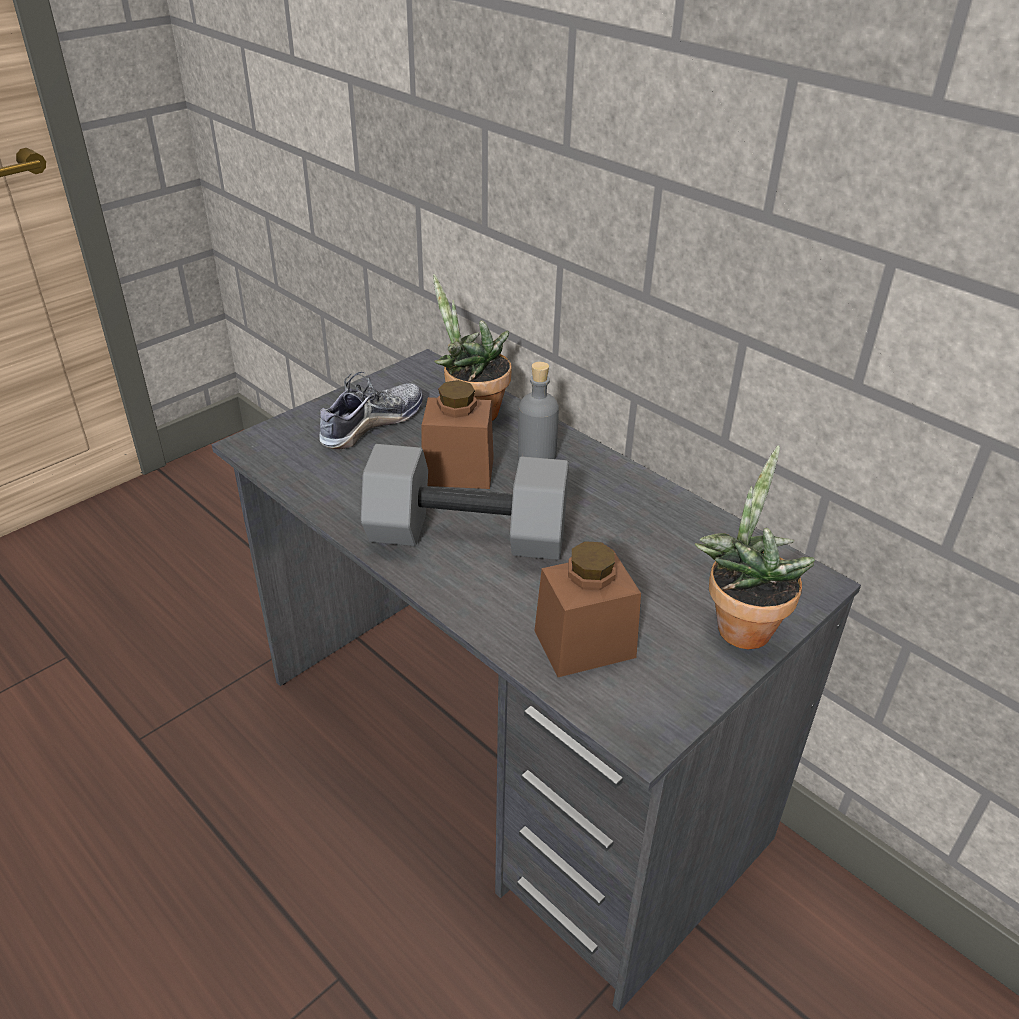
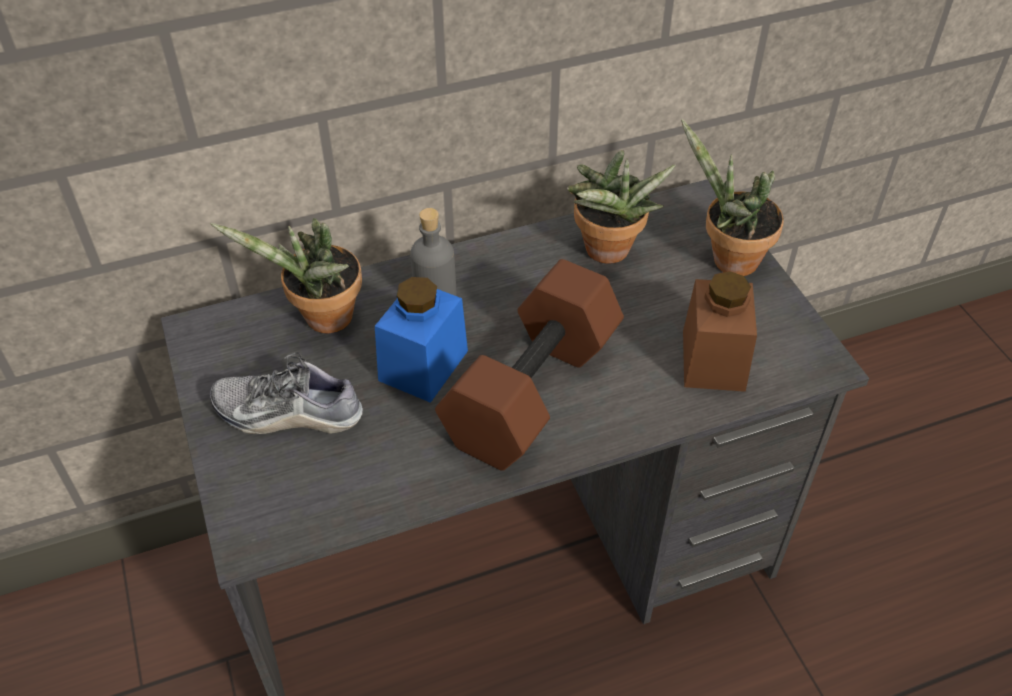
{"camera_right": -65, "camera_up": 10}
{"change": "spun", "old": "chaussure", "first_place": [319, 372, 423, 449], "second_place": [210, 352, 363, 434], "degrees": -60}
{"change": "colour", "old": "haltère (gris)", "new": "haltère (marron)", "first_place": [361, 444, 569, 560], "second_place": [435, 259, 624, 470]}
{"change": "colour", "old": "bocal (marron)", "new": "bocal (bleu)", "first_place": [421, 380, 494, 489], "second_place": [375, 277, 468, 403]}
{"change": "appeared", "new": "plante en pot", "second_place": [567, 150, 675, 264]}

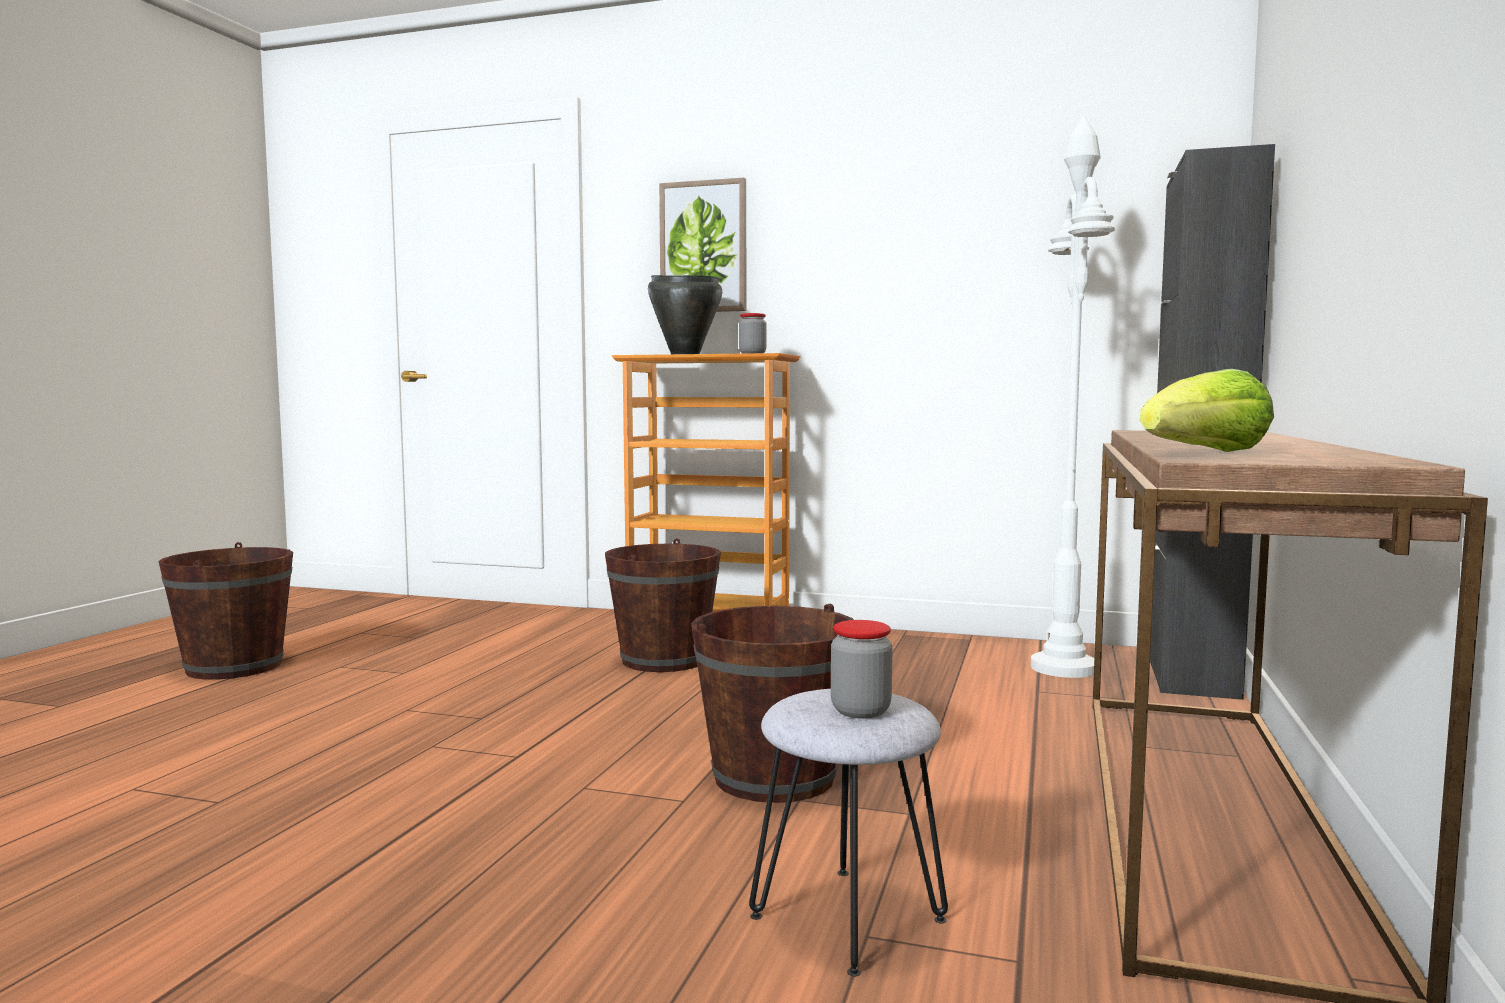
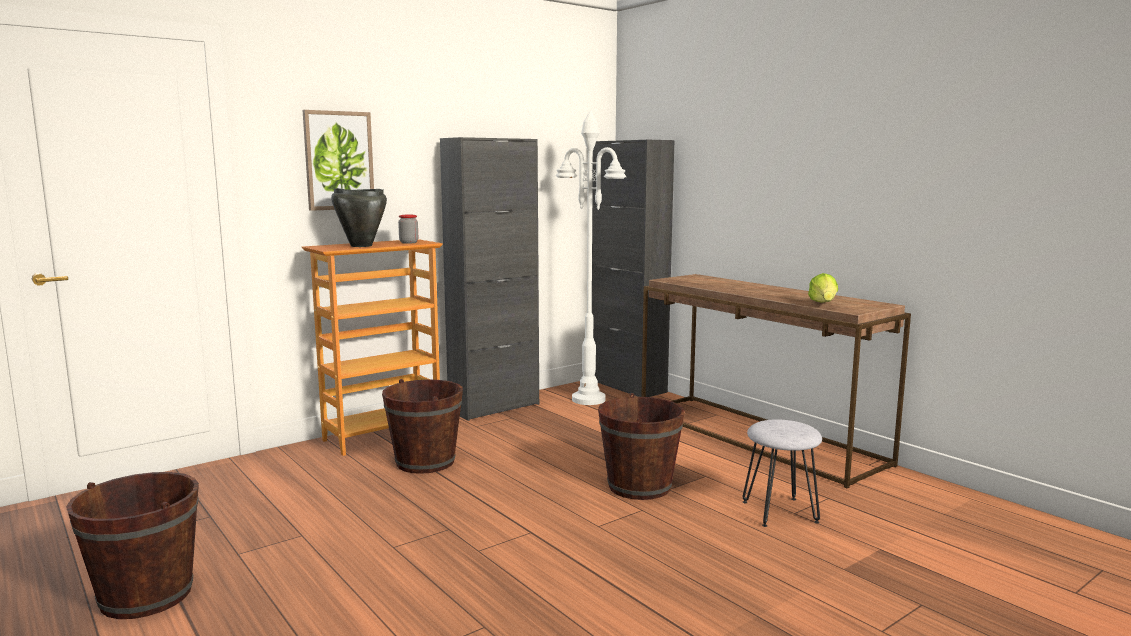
{"camera_right": -55, "camera_up": 5}
{"change": "missing", "old": "bocal", "first_place": [831, 620, 893, 719]}
{"change": "appeared", "new": "meuble de rangement (noir)", "second_place": [440, 137, 539, 421]}

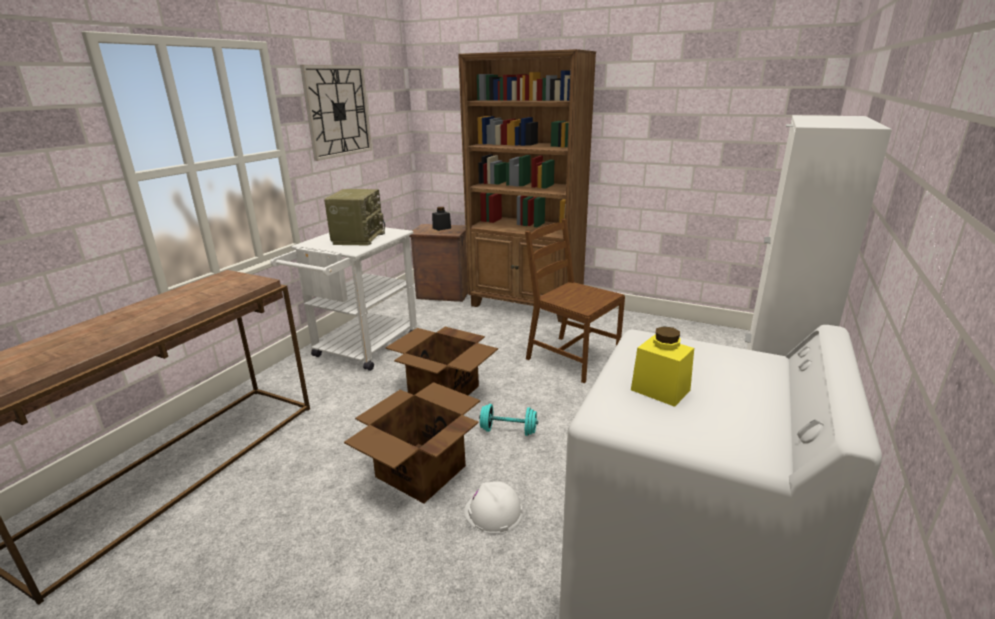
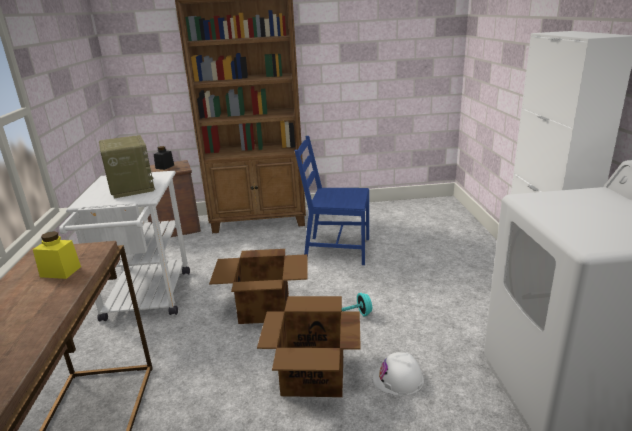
{"camera_right": -30, "camera_up": 0}
{"change": "missing", "old": "horloge murale", "first_place": [300, 65, 372, 161]}
{"change": "colour", "old": "chaise (marron)", "new": "chaise (bleu)", "first_place": [525, 219, 625, 383], "second_place": [295, 136, 369, 265]}
{"change": "relocated", "old": "bocal (jaune)", "first_place": [631, 326, 694, 407], "second_place": [33, 231, 81, 279]}

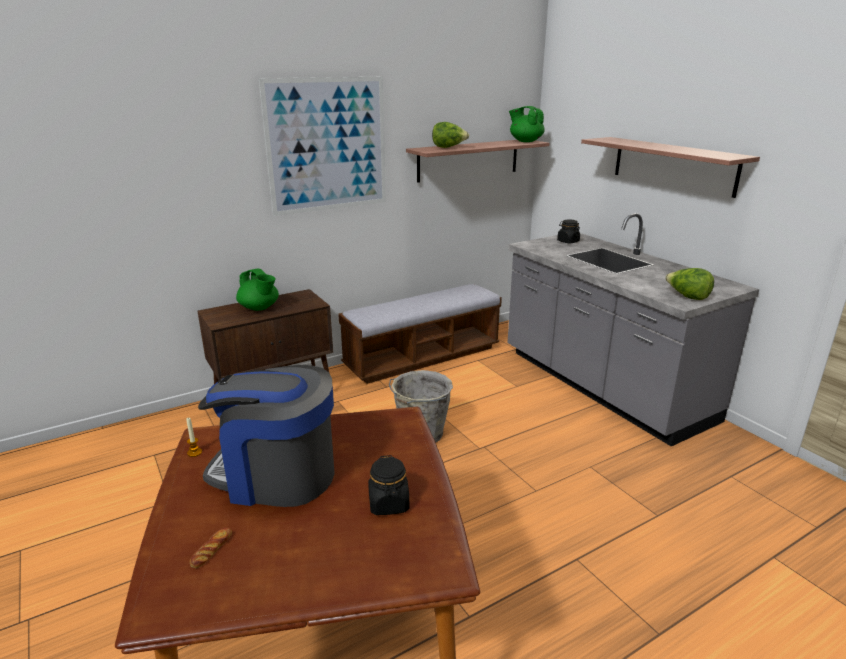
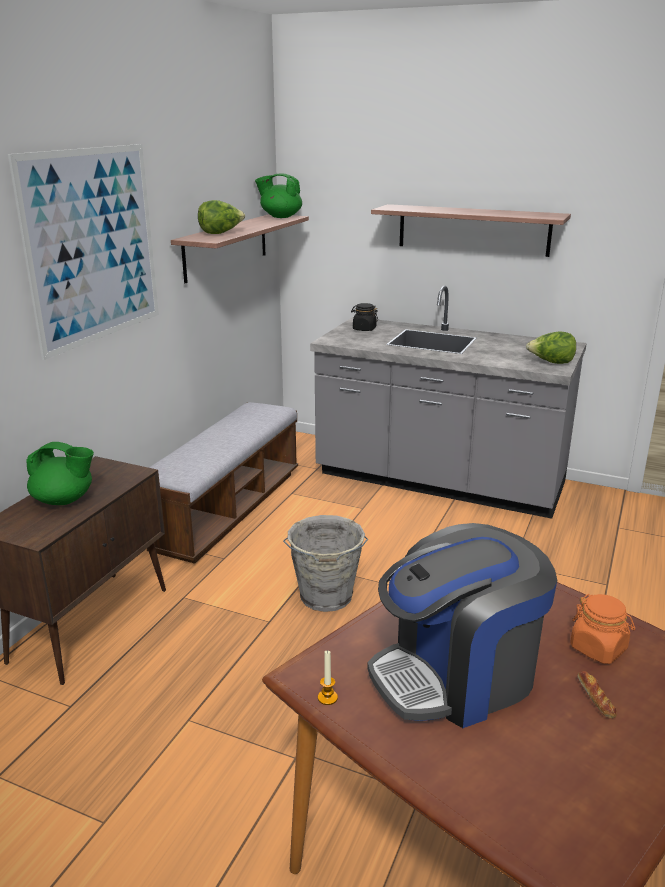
{"camera_right": -35, "camera_up": 0}
{"change": "relocated", "old": "pain", "first_place": [189, 527, 232, 568], "second_place": [578, 671, 617, 718]}
{"change": "colour", "old": "bocal (noir)", "new": "bocal (orange)", "first_place": [368, 455, 409, 515], "second_place": [570, 594, 635, 664]}

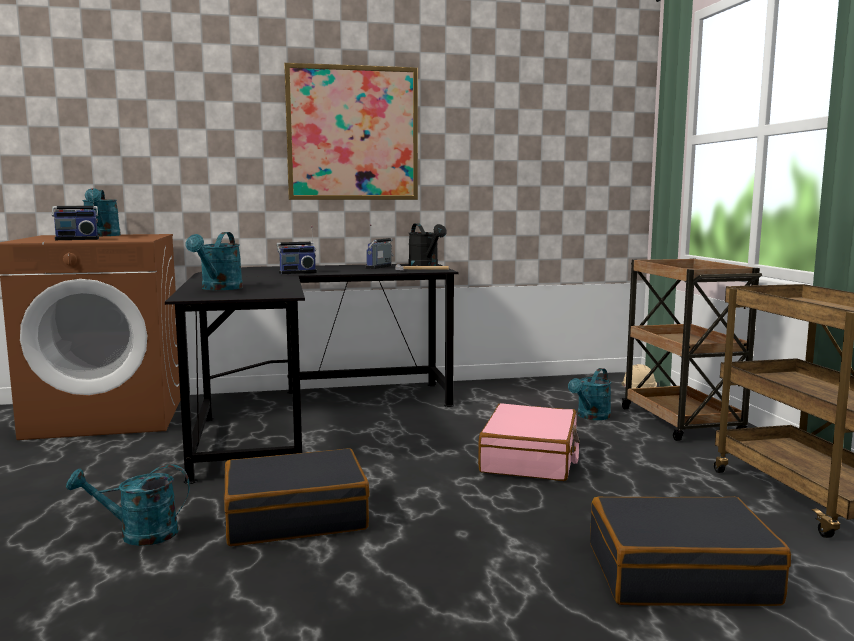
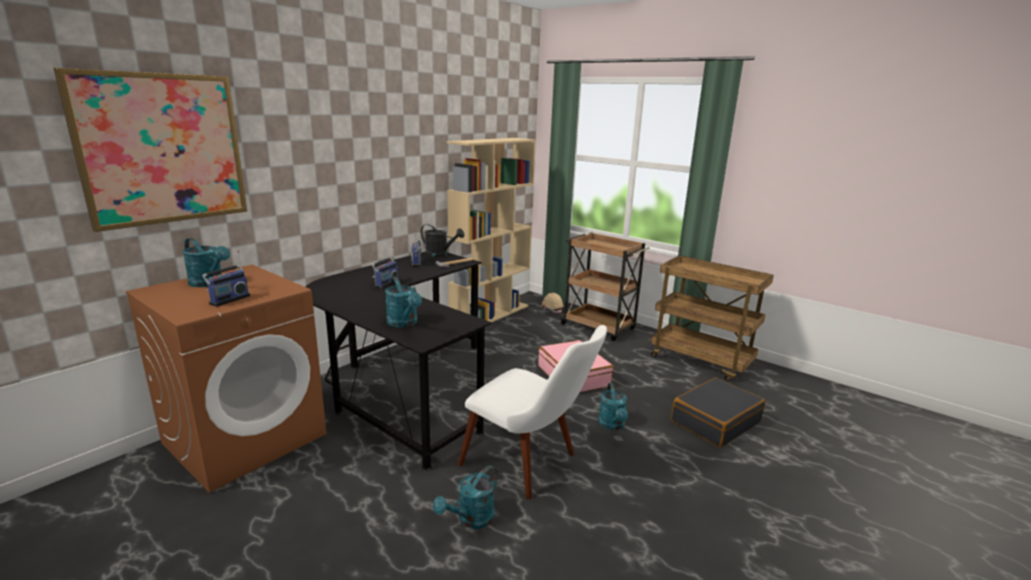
{"camera_right": -40, "camera_up": 10}
{"change": "exchanged", "old": "valise (noir)", "new": "chaise (blanc)", "first_place": [224, 448, 370, 546], "second_place": [458, 325, 607, 499]}
{"change": "relocated", "old": "tableau", "first_place": [284, 62, 418, 200], "second_place": [54, 68, 247, 232]}
{"change": "relocated", "old": "arrosoir (turquoise)", "first_place": [568, 368, 612, 420], "second_place": [598, 383, 628, 431]}
{"change": "appeared", "new": "bibliothèque (beige)", "second_place": [447, 138, 536, 323]}

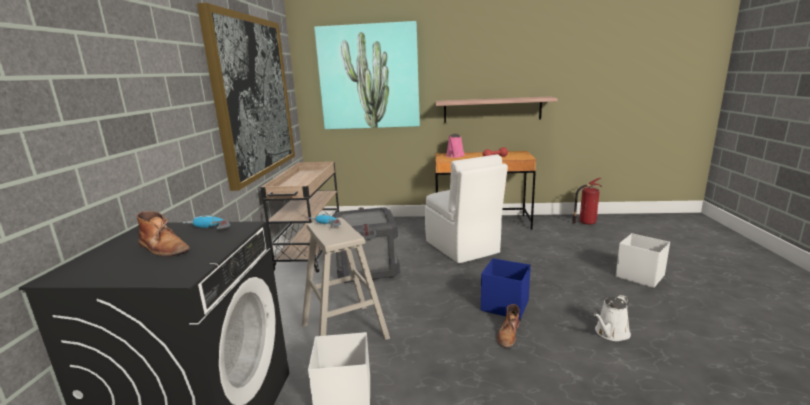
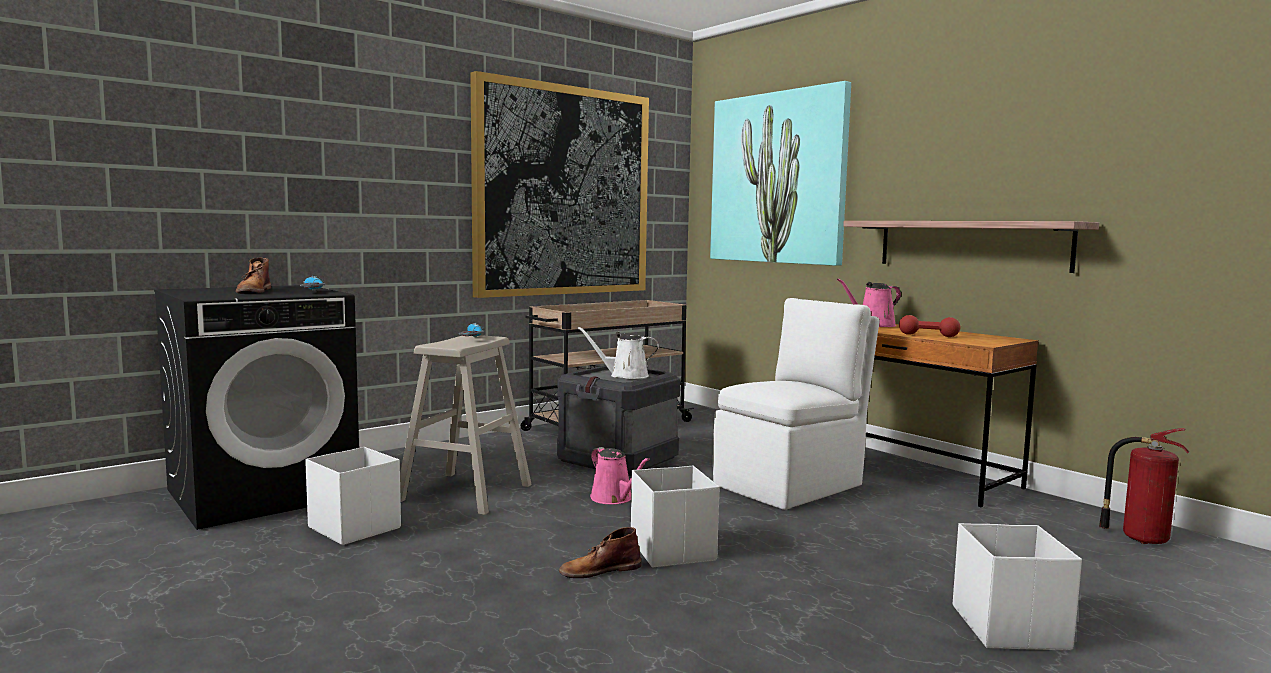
{"camera_right": 45, "camera_up": -10}
{"change": "spun", "old": "chaise (blanc)", "first_place": [425, 154, 508, 263], "second_place": [713, 298, 879, 510], "degrees": -150}
{"change": "colour", "old": "boîte de rangement (bleu)", "new": "boîte de rangement (blanc)", "first_place": [481, 258, 531, 320], "second_place": [631, 466, 719, 567]}
{"change": "relocated", "old": "arrosoir (blanc)", "first_place": [594, 295, 631, 341], "second_place": [577, 327, 659, 379]}
{"change": "appeared", "new": "arrosoir (rose)", "second_place": [590, 447, 650, 505]}

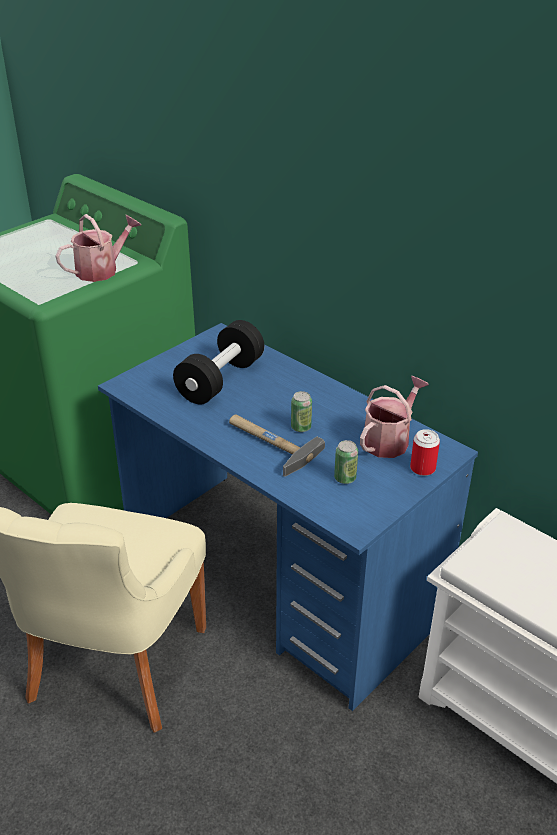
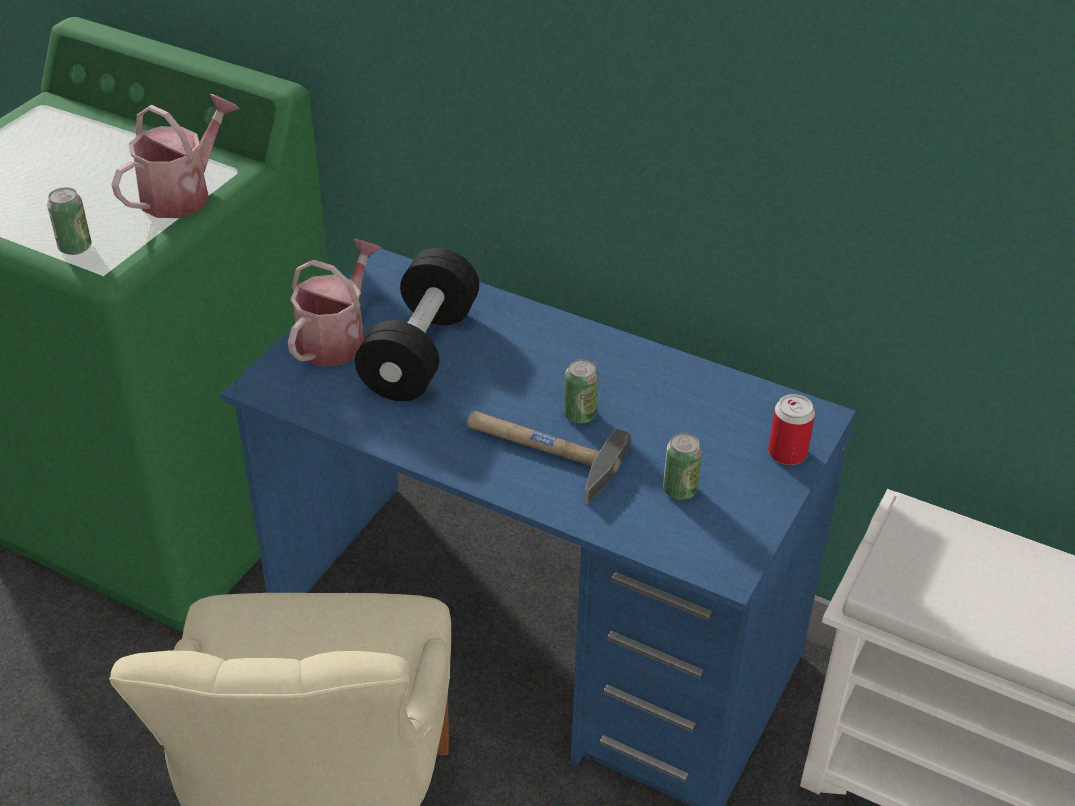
{"camera_right": -15, "camera_up": 5}
{"change": "relocated", "old": "arrosoir", "first_place": [360, 376, 429, 458], "second_place": [288, 238, 381, 367]}
{"change": "appeared", "new": "boîte métallique", "second_place": [47, 187, 92, 255]}

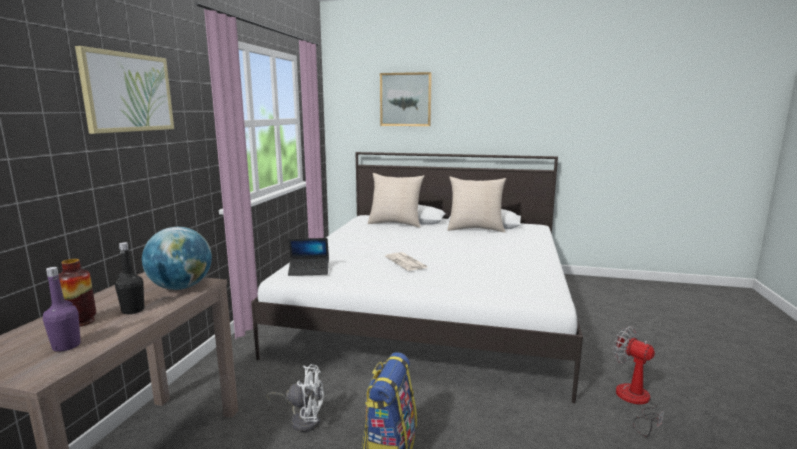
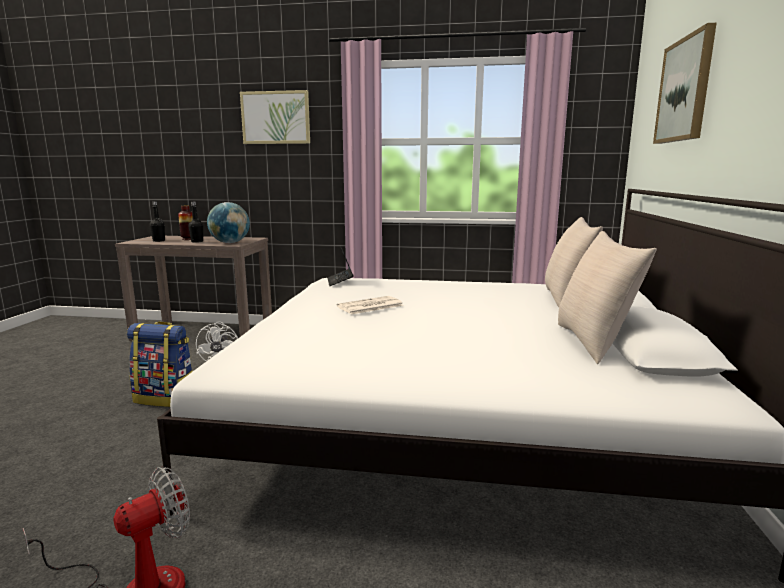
{"camera_right": 85, "camera_up": 0}
{"change": "colour", "old": "bouteille (violet)", "new": "bouteille (noir)", "first_place": [43, 267, 81, 352], "second_place": [150, 201, 165, 242]}

